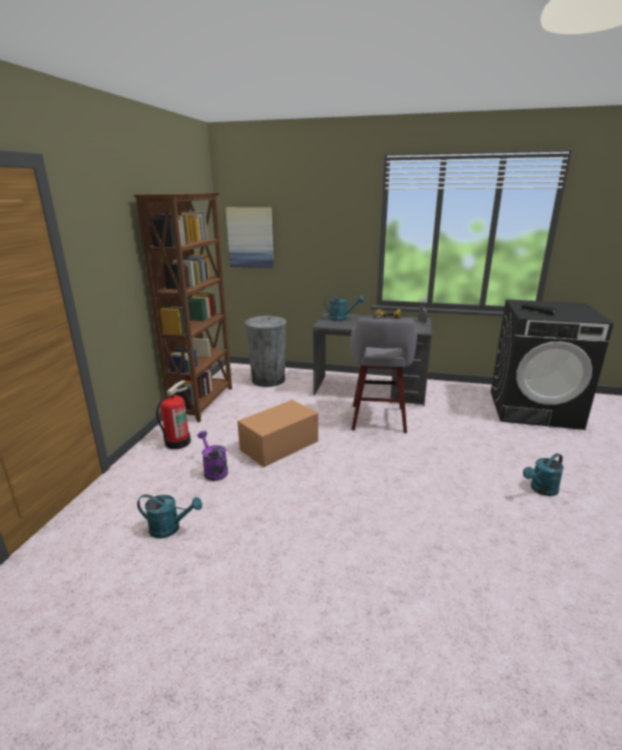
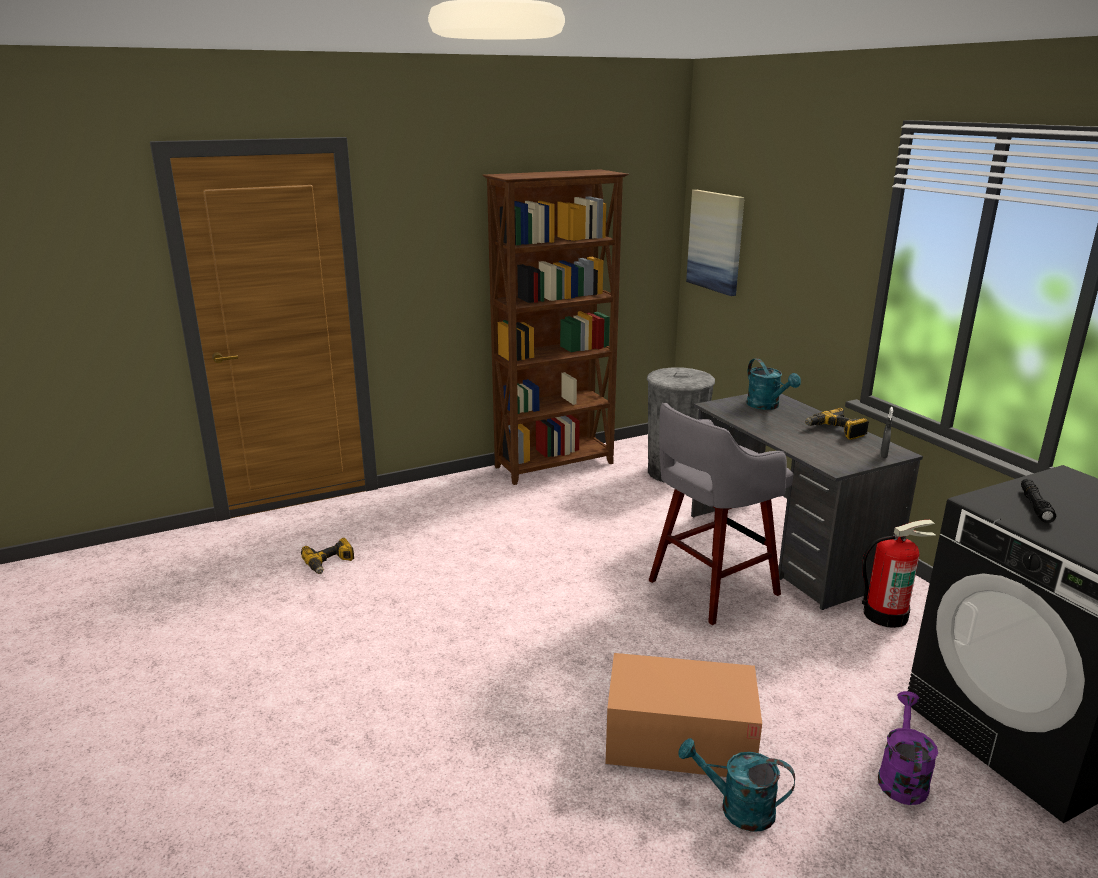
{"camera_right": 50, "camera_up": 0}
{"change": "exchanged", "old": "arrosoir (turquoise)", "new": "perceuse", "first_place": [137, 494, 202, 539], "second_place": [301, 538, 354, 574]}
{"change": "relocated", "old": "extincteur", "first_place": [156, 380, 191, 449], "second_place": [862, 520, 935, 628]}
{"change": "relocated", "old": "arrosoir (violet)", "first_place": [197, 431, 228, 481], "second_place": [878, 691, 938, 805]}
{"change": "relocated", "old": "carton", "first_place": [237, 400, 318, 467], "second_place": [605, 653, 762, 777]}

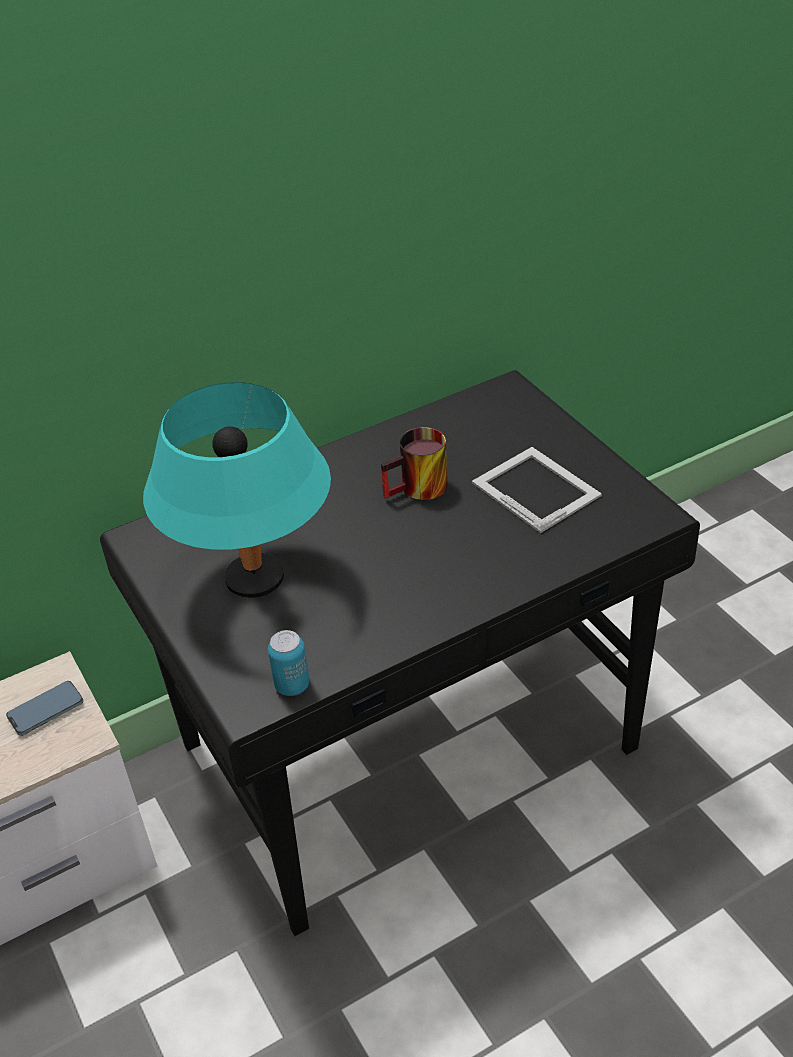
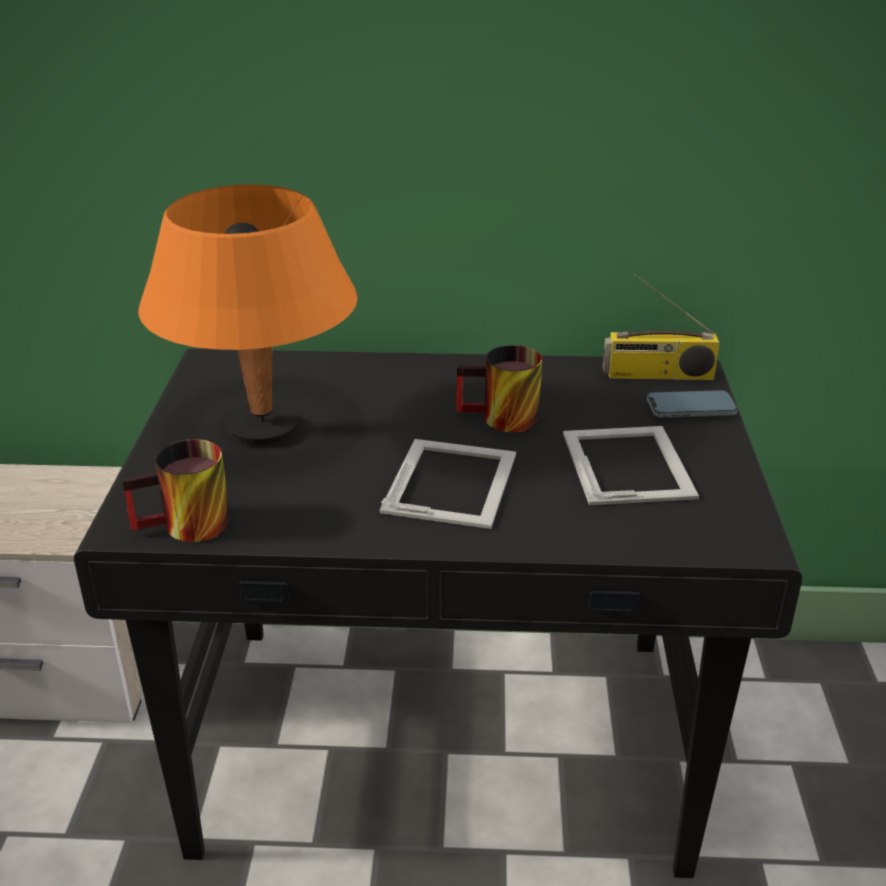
{"camera_right": 30, "camera_up": -10}
{"change": "relocated", "old": "téléphone", "first_place": [6, 681, 83, 736], "second_place": [647, 390, 738, 418]}
{"change": "colour", "old": "lampe de table (turquoise)", "new": "lampe de table (orange)", "first_place": [143, 382, 331, 598], "second_place": [138, 185, 358, 445]}
{"change": "exchanged", "old": "boîte métallique", "new": "mug", "first_place": [268, 630, 309, 696], "second_place": [122, 439, 231, 542]}
{"change": "appeared", "new": "cadre photo", "second_place": [380, 439, 516, 529]}
{"change": "appeared", "new": "radio", "second_place": [603, 273, 720, 380]}

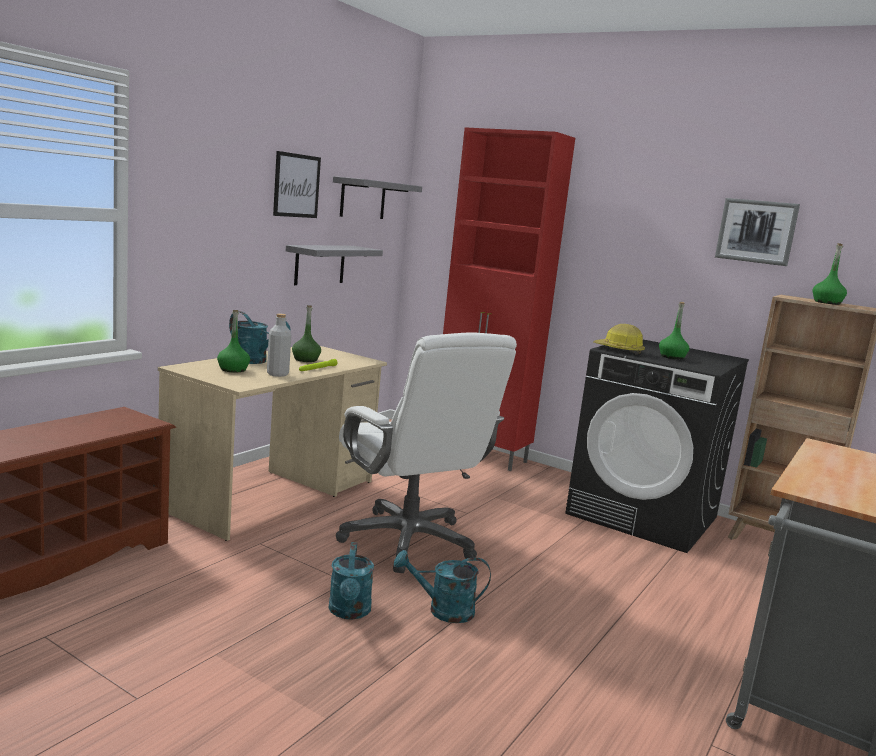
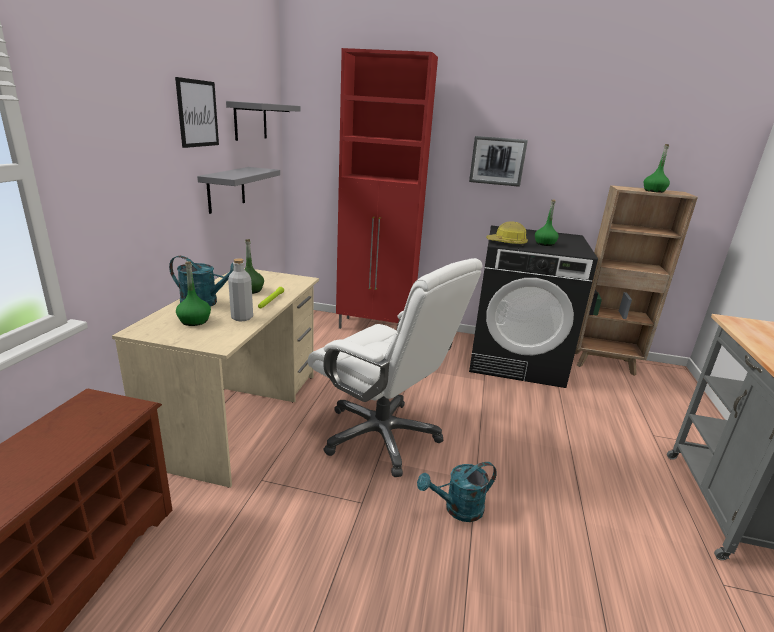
{"camera_right": -20, "camera_up": 10}
{"change": "missing", "old": "arrosoir (turquoise)", "first_place": [329, 542, 374, 619]}
{"change": "relocated", "old": "tableau", "first_place": [715, 198, 800, 266], "second_place": [469, 136, 528, 187]}

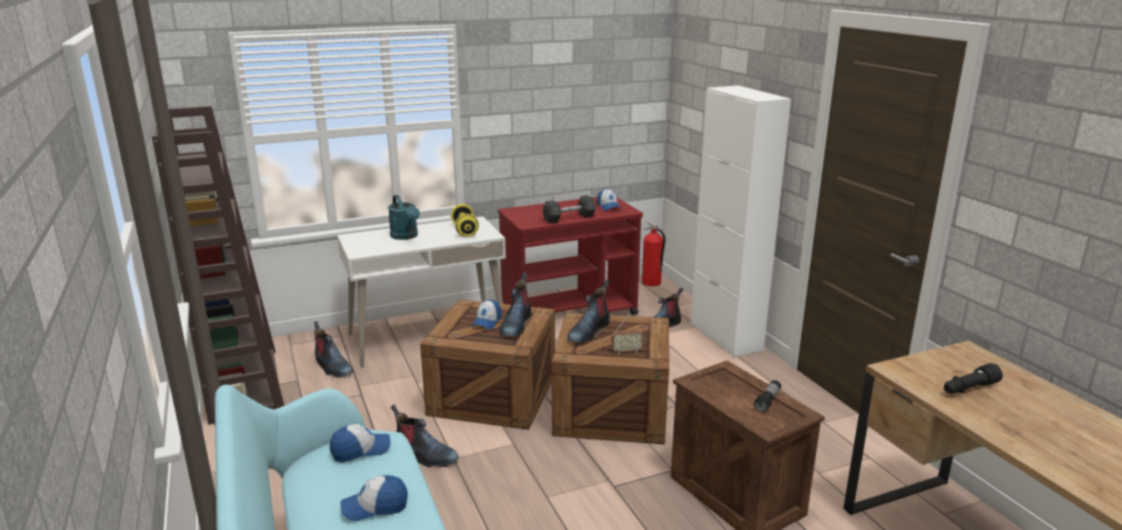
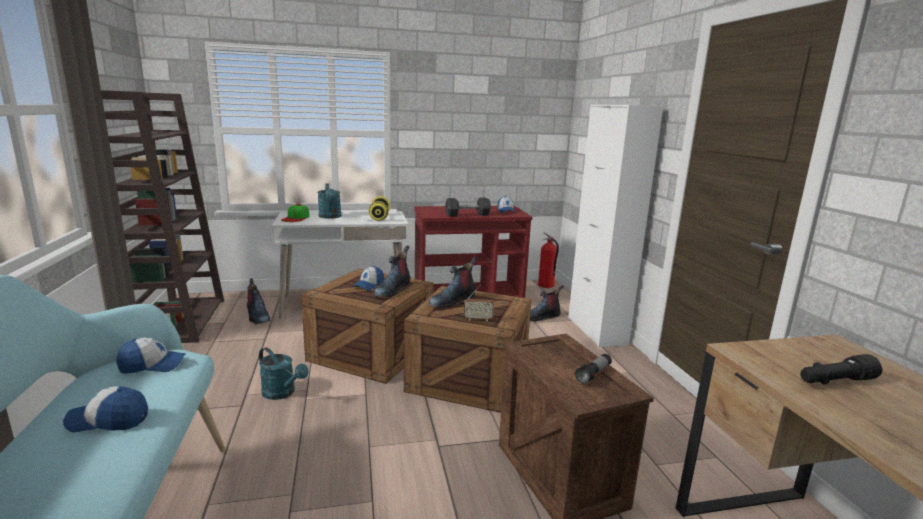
{"camera_right": 10, "camera_up": -5}
{"change": "exchanged", "old": "botte", "new": "arrosoir (turquoise)", "first_place": [391, 404, 459, 467], "second_place": [259, 347, 309, 400]}
{"change": "appeared", "new": "casquette", "second_place": [281, 203, 309, 222]}

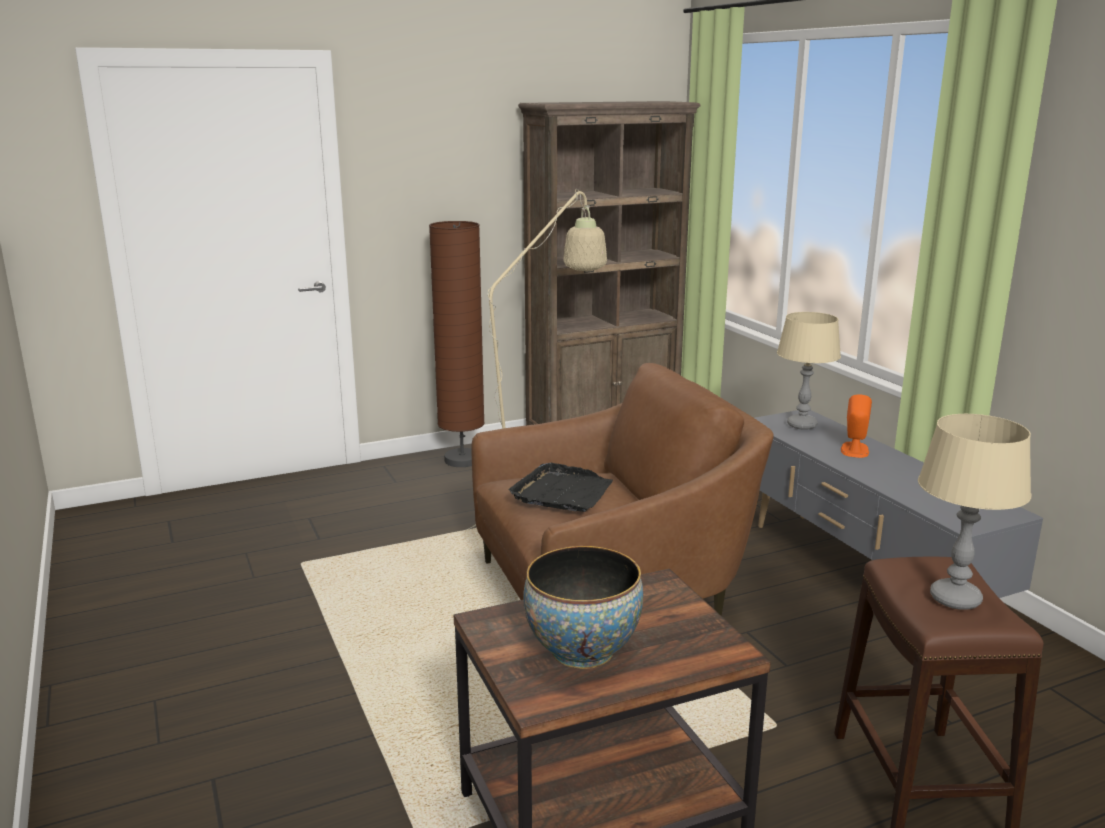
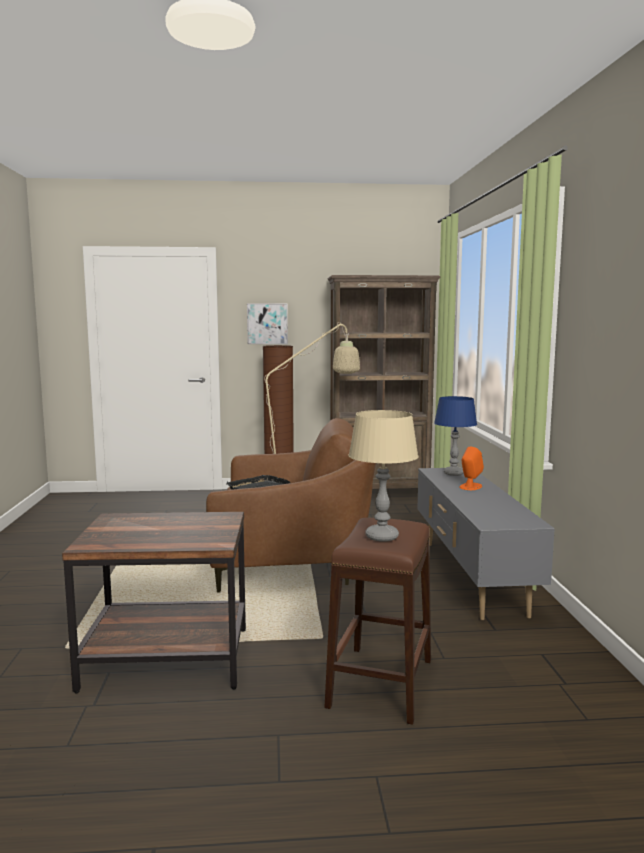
{"camera_right": 20, "camera_up": -10}
{"change": "missing", "old": "bol", "first_place": [523, 546, 643, 669]}
{"change": "colour", "old": "lampe de table (beige)", "new": "lampe de table (bleu)", "first_place": [777, 312, 841, 430], "second_place": [434, 396, 477, 476]}
{"change": "appeared", "new": "tableau", "second_place": [247, 304, 288, 344]}

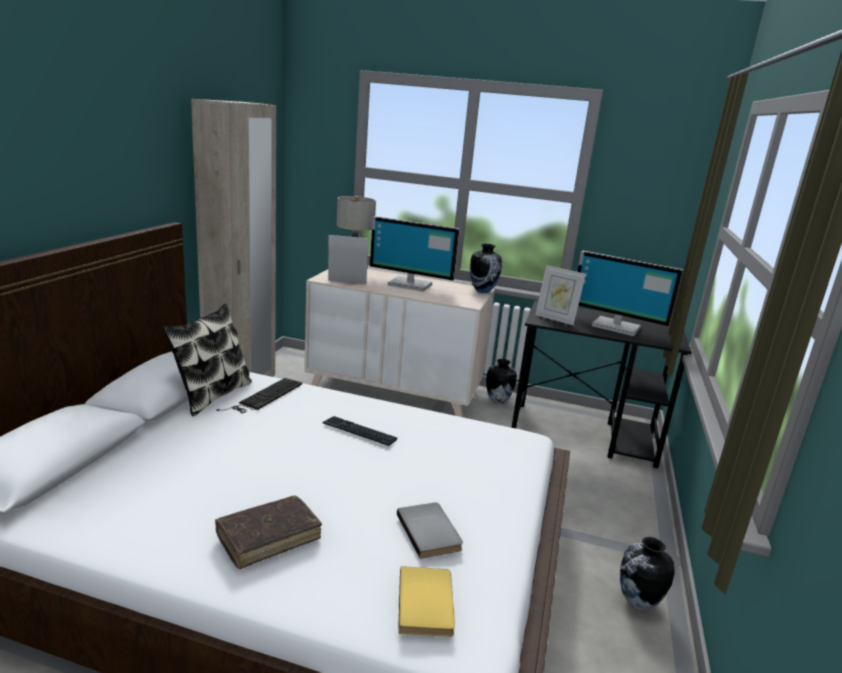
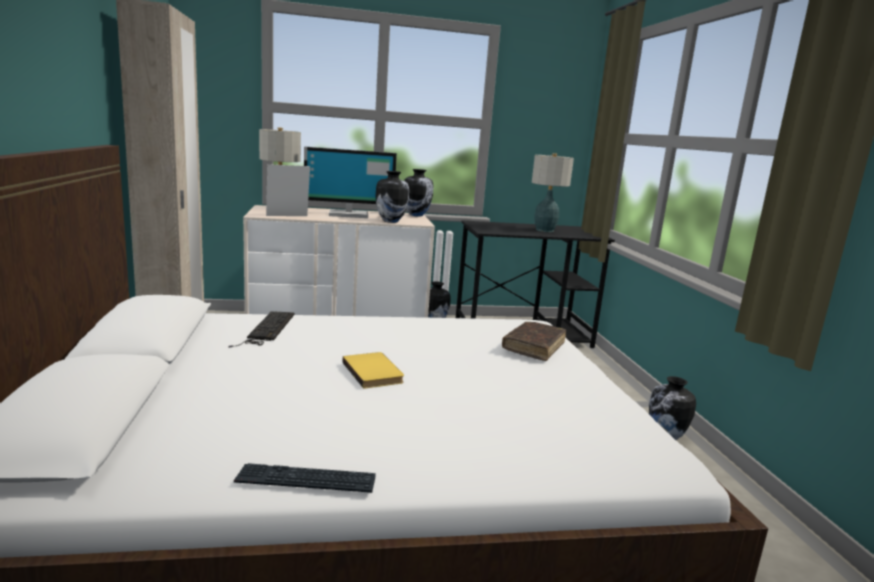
{"camera_right": -25, "camera_up": -5}
{"change": "missing", "old": "coussin", "first_place": [162, 304, 252, 416]}
{"change": "relocated", "old": "livre (marron)", "first_place": [215, 496, 322, 569], "second_place": [502, 322, 566, 361]}
{"change": "relocated", "old": "clavier", "first_place": [322, 416, 397, 446], "second_place": [234, 463, 376, 493]}
{"change": "missing", "old": "livre (gris)", "first_place": [397, 502, 463, 559]}
{"change": "relocated", "old": "livre (jaune)", "first_place": [398, 566, 455, 637], "second_place": [342, 352, 404, 389]}
{"change": "missing", "old": "cadre photo", "first_place": [535, 265, 586, 325]}
{"change": "exchanged", "old": "écran d'ordinateur", "new": "lampe de table", "first_place": [577, 251, 683, 336], "second_place": [532, 153, 574, 232]}
{"change": "appeared", "new": "vase", "second_place": [376, 171, 409, 223]}

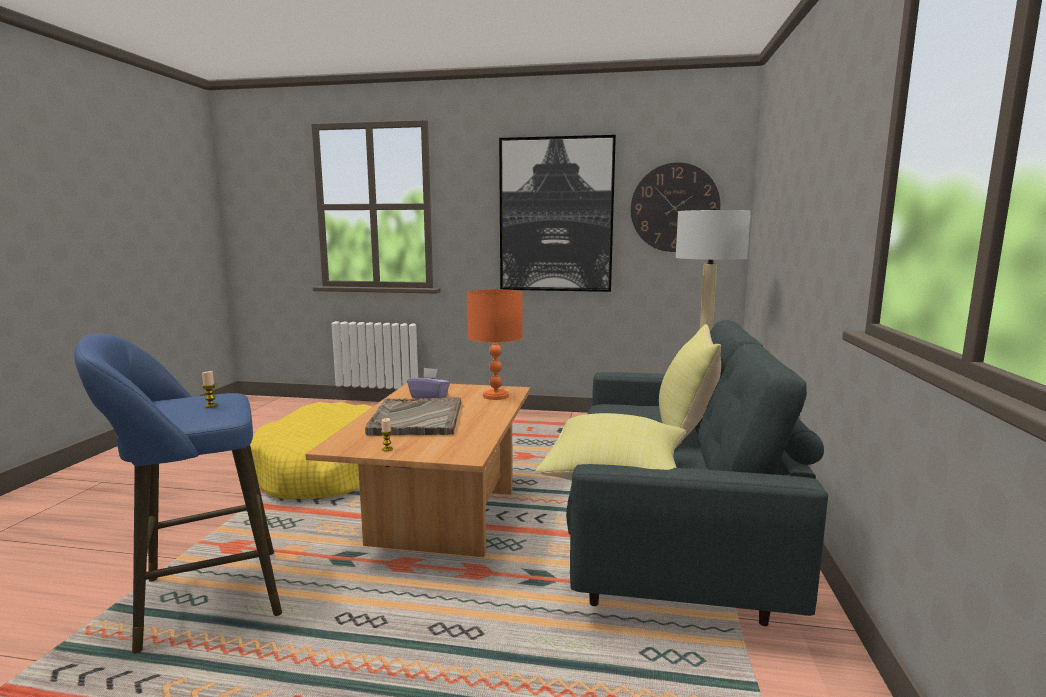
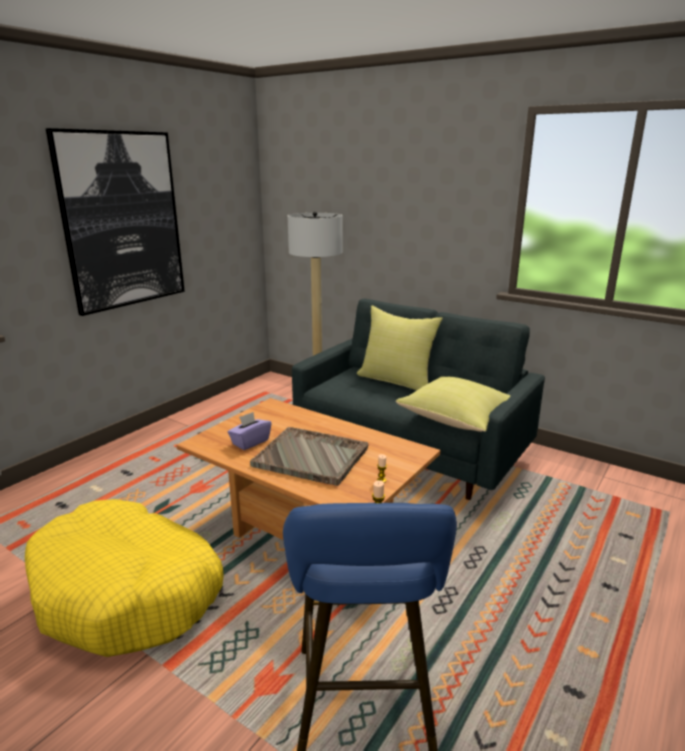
{"camera_right": -65, "camera_up": 10}
{"change": "missing", "old": "lampe de table (orange)", "first_place": [467, 289, 523, 400]}
{"change": "missing", "old": "horloge murale", "first_place": [631, 162, 720, 252]}

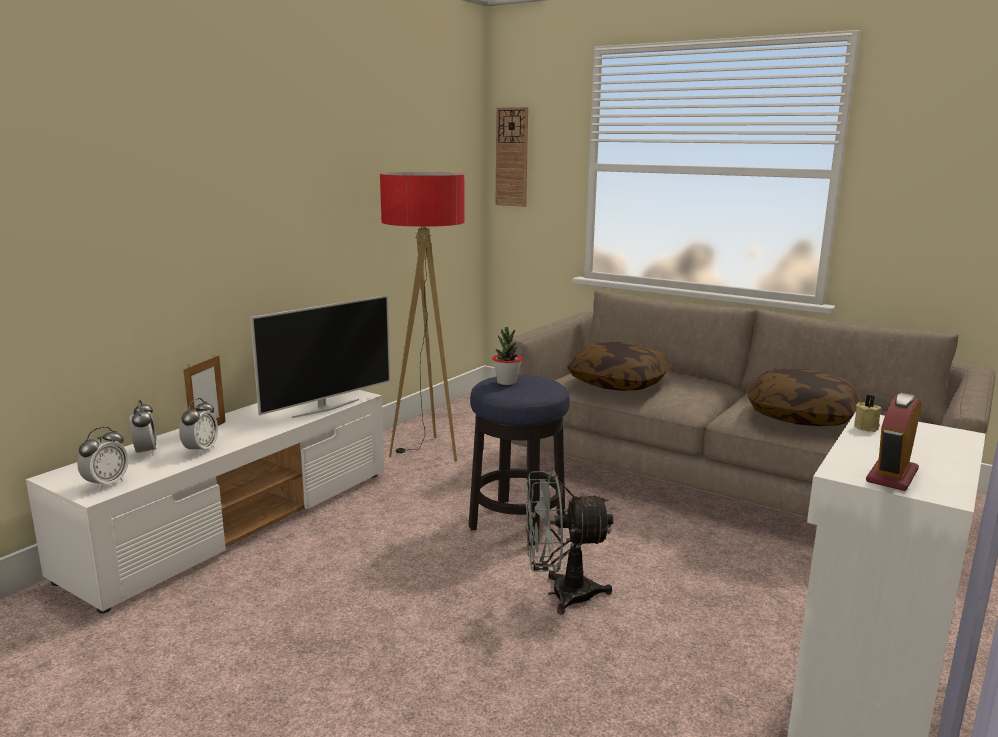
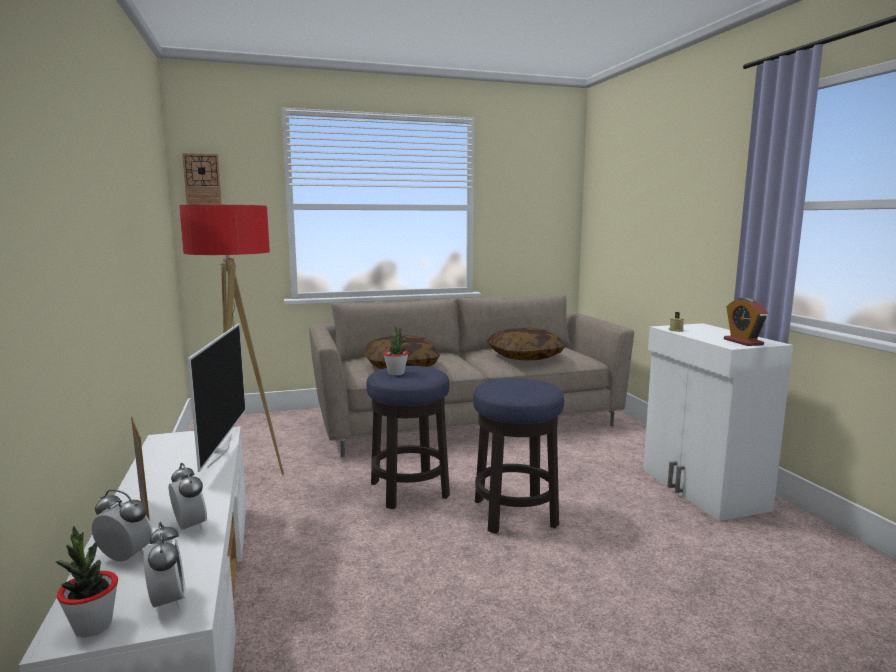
{"camera_right": -50, "camera_up": -5}
{"change": "exchanged", "old": "ventilateur (gris)", "new": "tabouret", "first_place": [525, 471, 613, 614], "second_place": [473, 378, 564, 534]}
{"change": "appeared", "new": "plante en pot", "second_place": [55, 526, 118, 637]}

